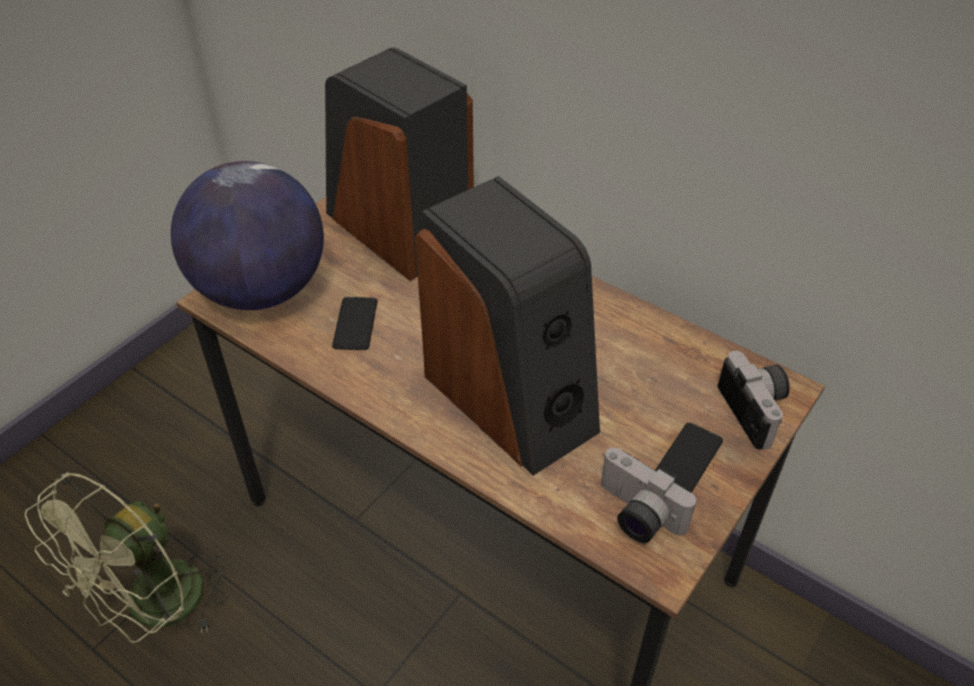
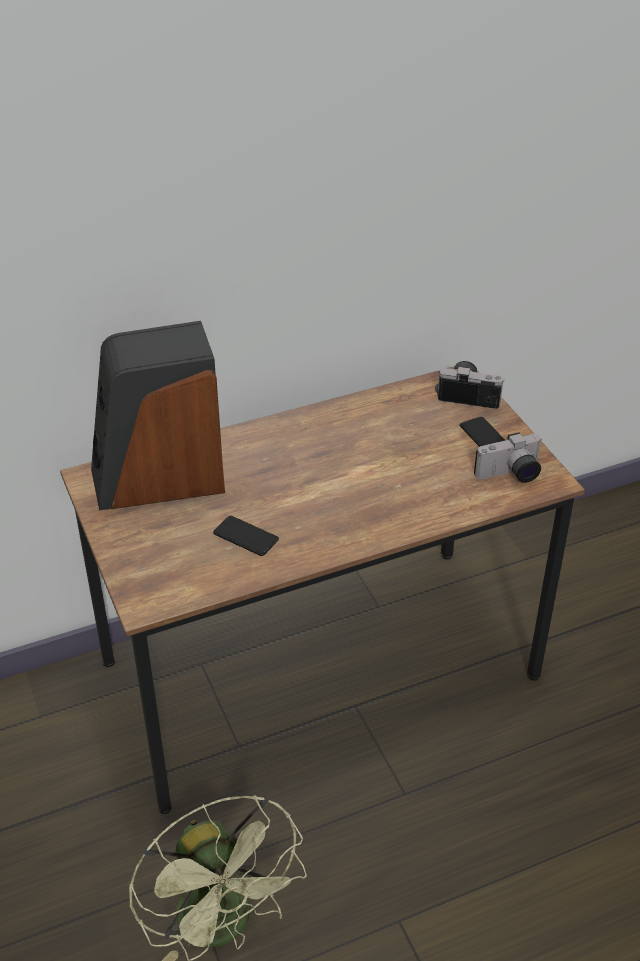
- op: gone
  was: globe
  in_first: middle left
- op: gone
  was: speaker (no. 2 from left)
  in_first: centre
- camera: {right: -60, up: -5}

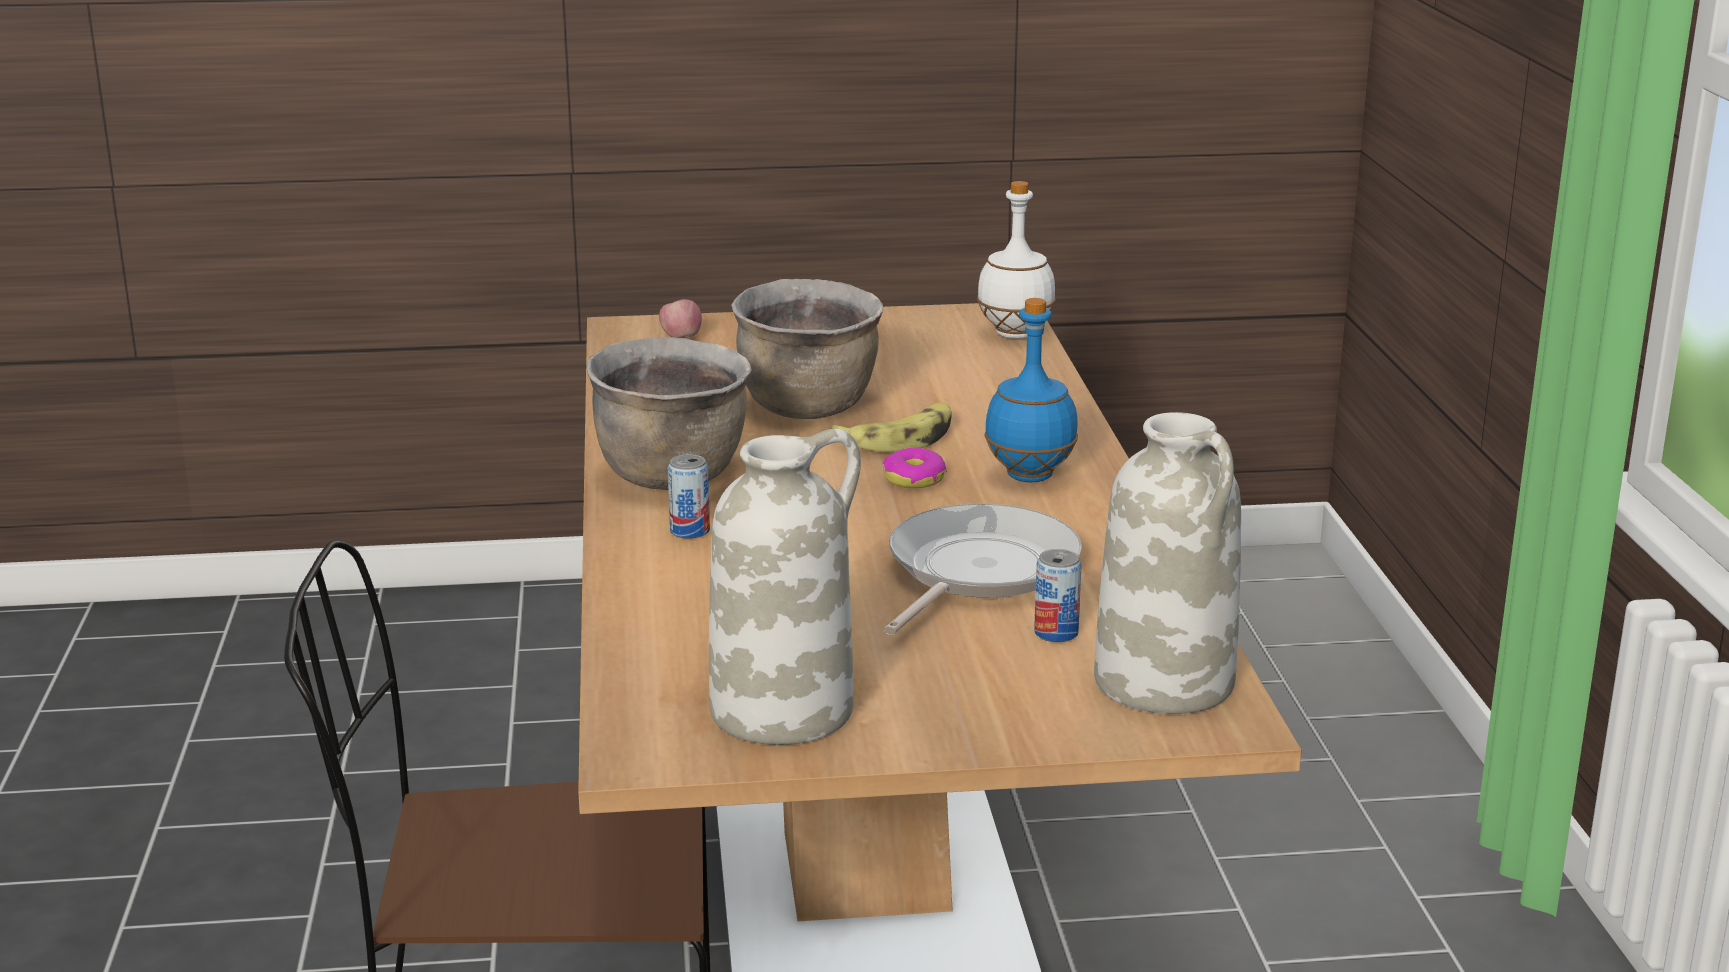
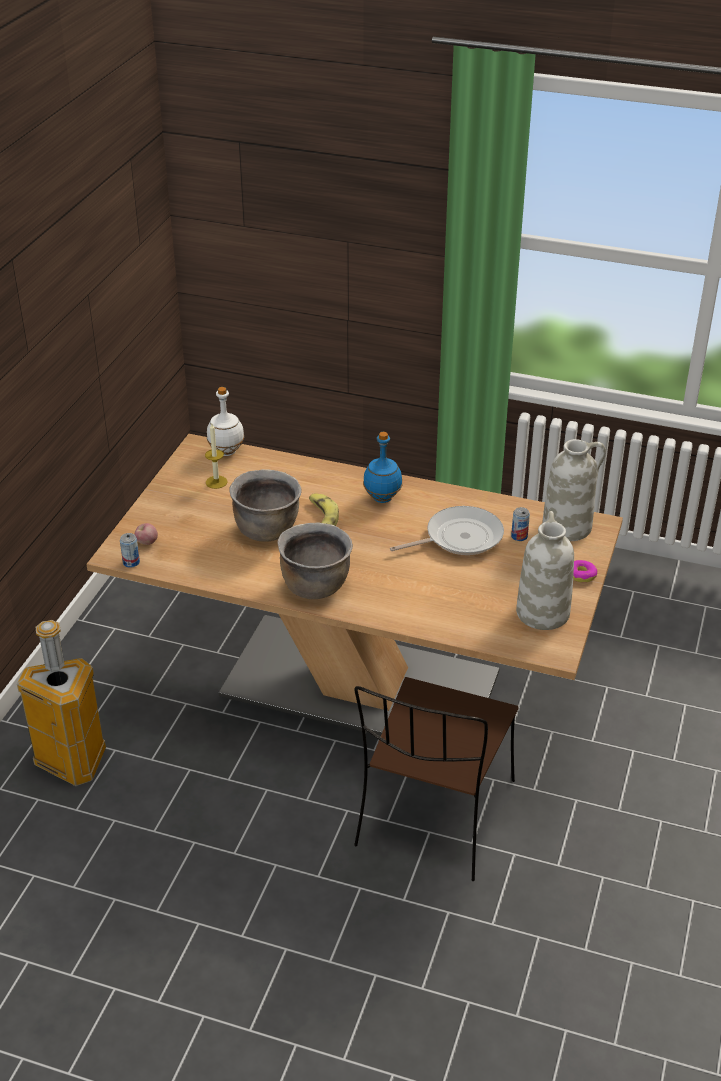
- op: shifted
  was: donut
  in_first: centre
  in_second: middle right
- op: shifted
  was: can (no. 1 from left)
  in_first: centre
  in_second: middle left
- op: rotated
  was: frying pan
  in_first: centre
  in_second: centre
  clockwise: 105
- op: new
  now: candle
  in_second: middle left
- op: new
  now: trash can
  in_second: middle left
- camera: {right: -65, up: 15}

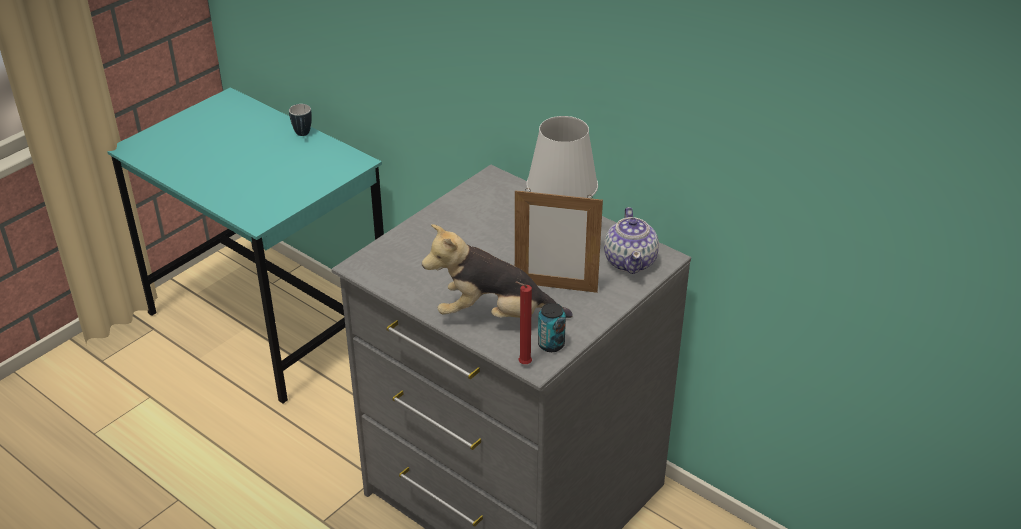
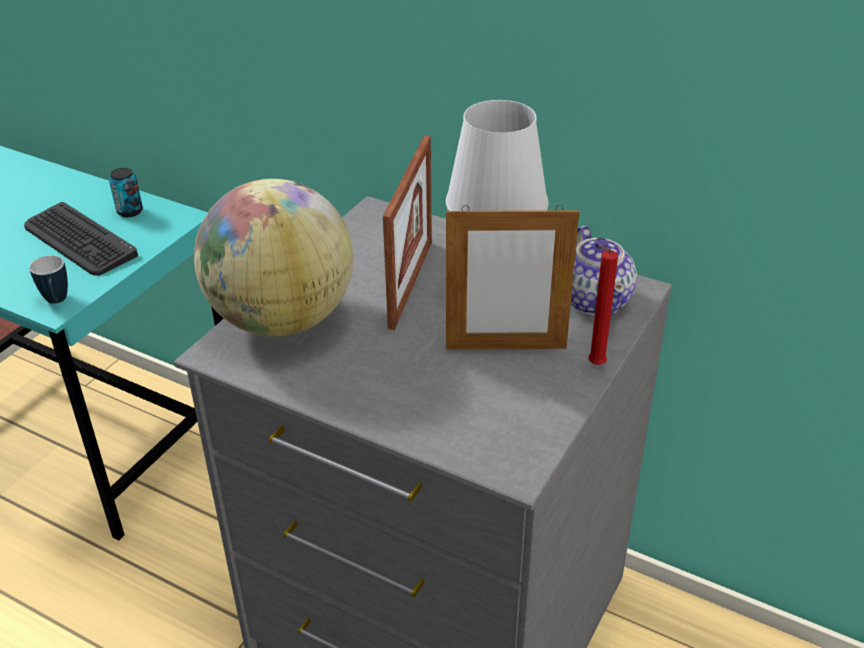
- op: shifted
  was: mug
  in_first: top left
  in_second: middle left
- op: gone
  was: plush toy
  in_first: centre
- op: shifted
  was: red candle
  in_first: centre
  in_second: middle right
- op: shifted
  was: can
  in_first: centre
  in_second: top left
- op: new
  now: picture frame (no. 1 from left)
  in_second: centre
- op: new
  now: globe
  in_second: middle left
- op: new
  now: keyboard
  in_second: middle left
- camera: {right: -10, up: 0}

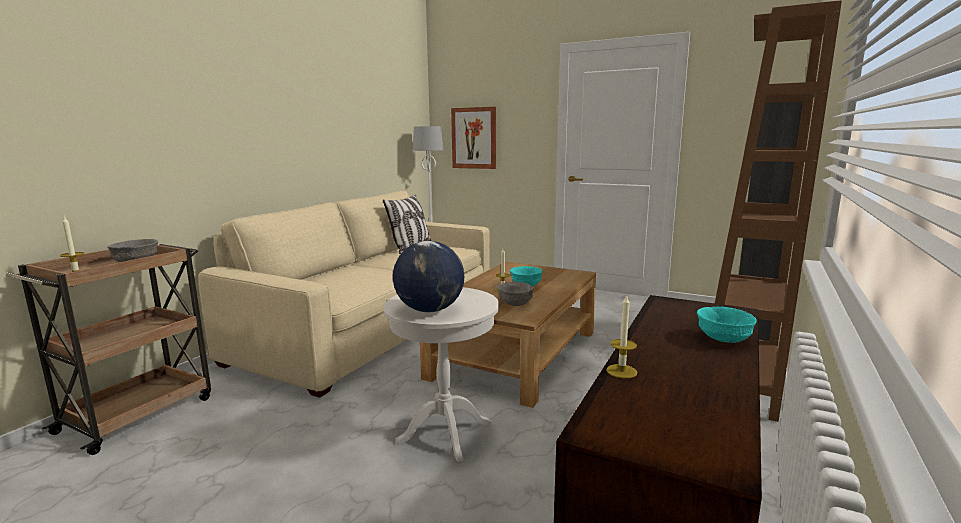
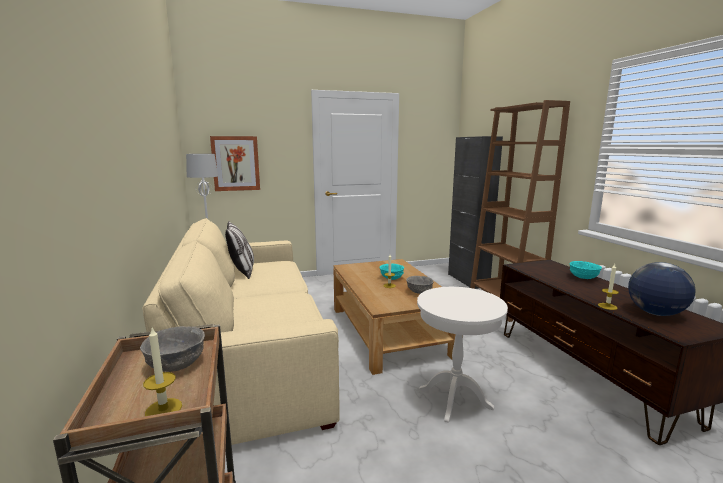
- op: shifted
  was: globe
  in_first: centre
  in_second: middle right
- camera: {right: -45, up: 0}

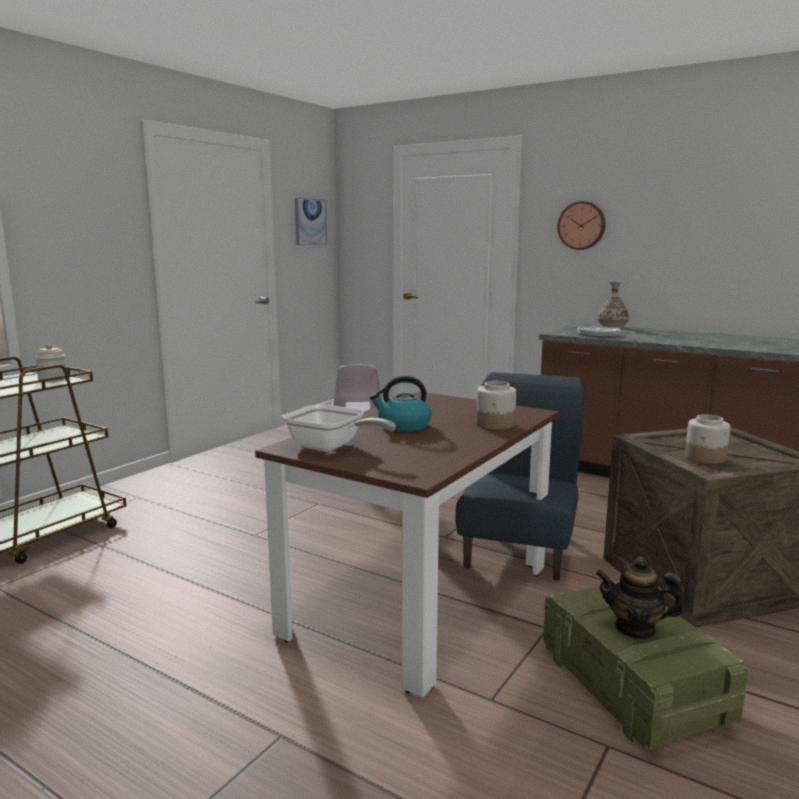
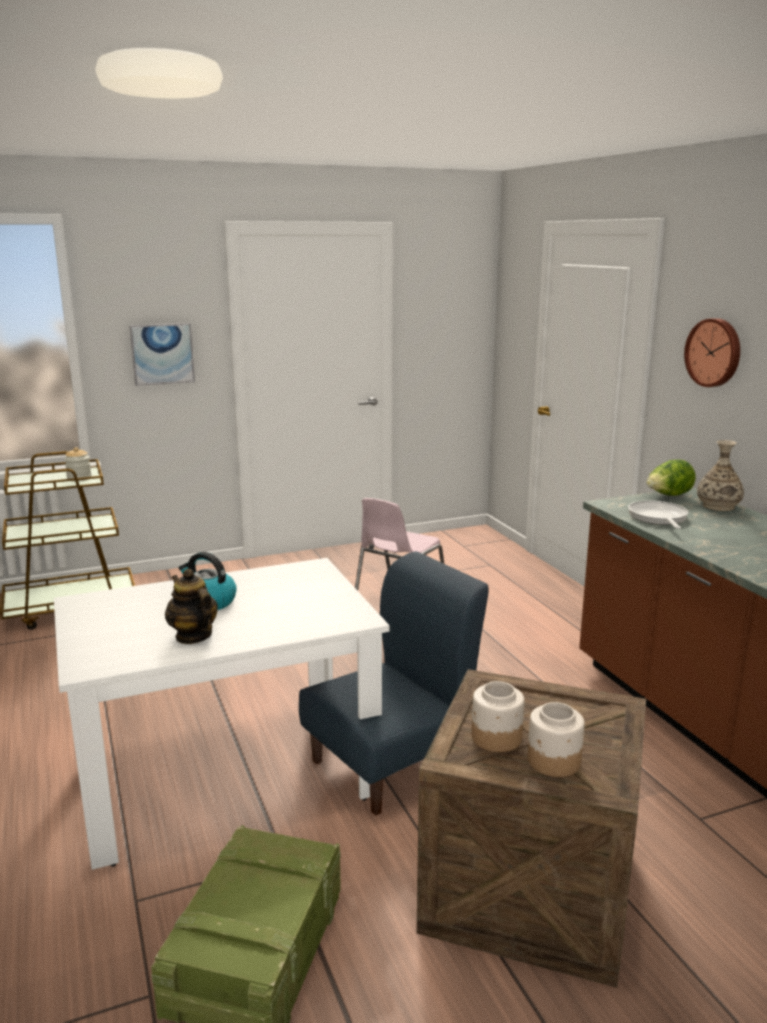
- op: shifted
  was: picture
  in_first: top centre
  in_second: middle left
- op: shifted
  was: jar (no. 2 from left in the first image)
  now: jar (no. 3 from left)
  in_first: centre
  in_second: bottom right
- op: repainted
  was: brown dining table
  now: white dining table
  in_first: bottom centre
  in_second: bottom left
- op: gone
  was: frying pan (no. 1 from left)
  in_first: centre
- op: shifted
  was: teapot
  in_first: bottom right
  in_second: middle left
- op: new
  now: lettuce
  in_second: middle right
- camera: {right: 35, up: 5}

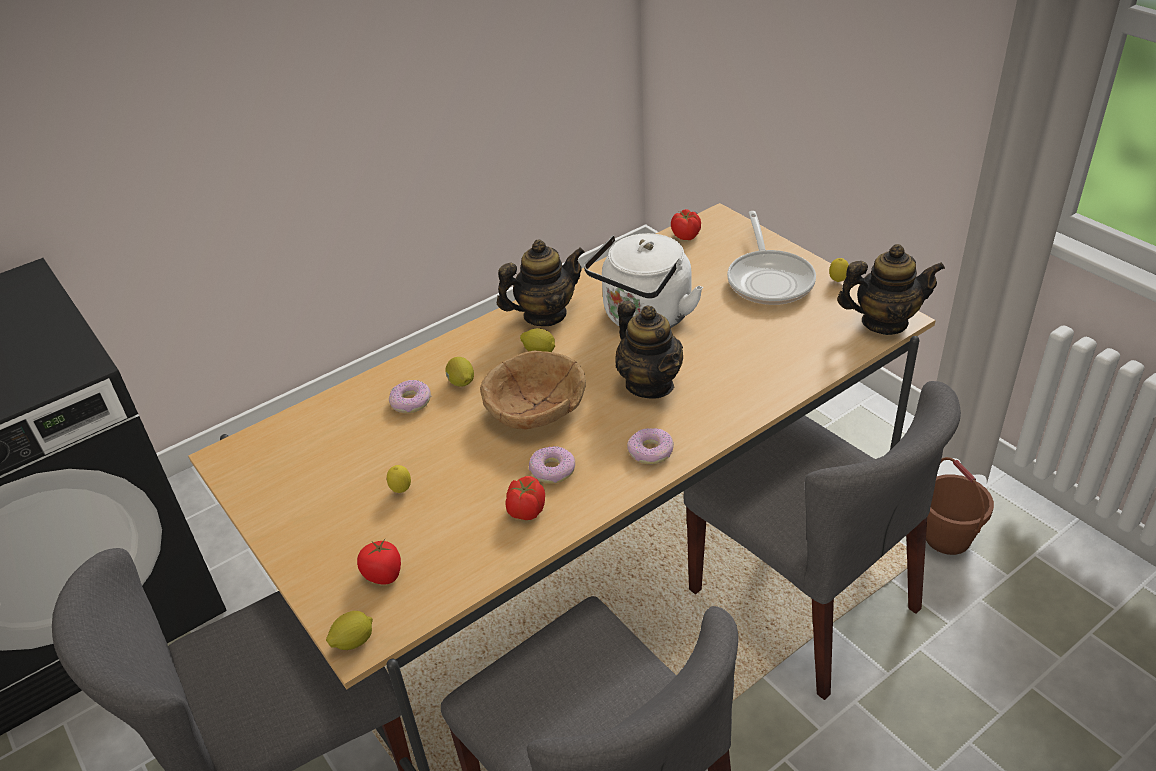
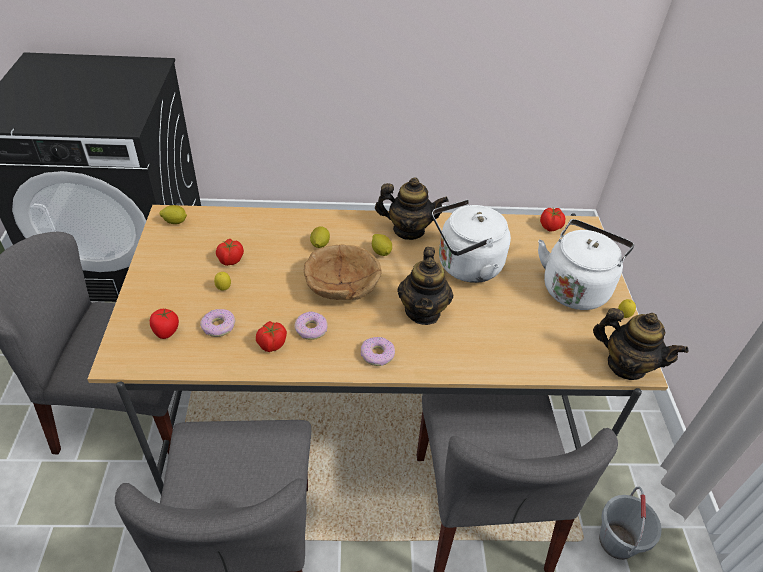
- op: swapped
  was: frying pan
  now: white kettle (no. 2 from left)
  in_first: middle right
  in_second: middle right
- op: shifted
  was: donut (no. 1 from left)
  in_first: centre
  in_second: middle left
- op: repainted
  was: brown bucket
  now: grey bucket
  in_first: middle right
  in_second: bottom right
- op: shifted
  was: lemon (no. 1 from left)
  in_first: bottom left
  in_second: middle left
- op: new
  now: tomato (no. 2 from left)
  in_second: middle left
- camera: {right: 30, up: 5}

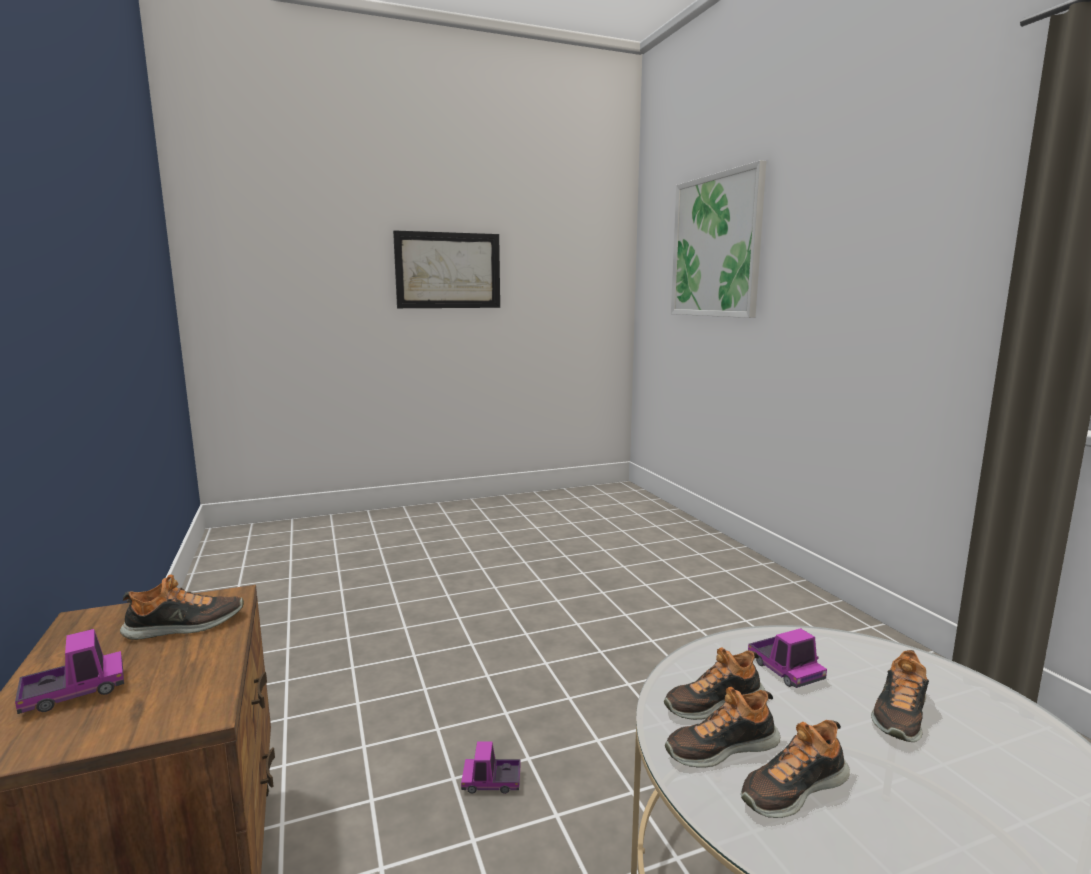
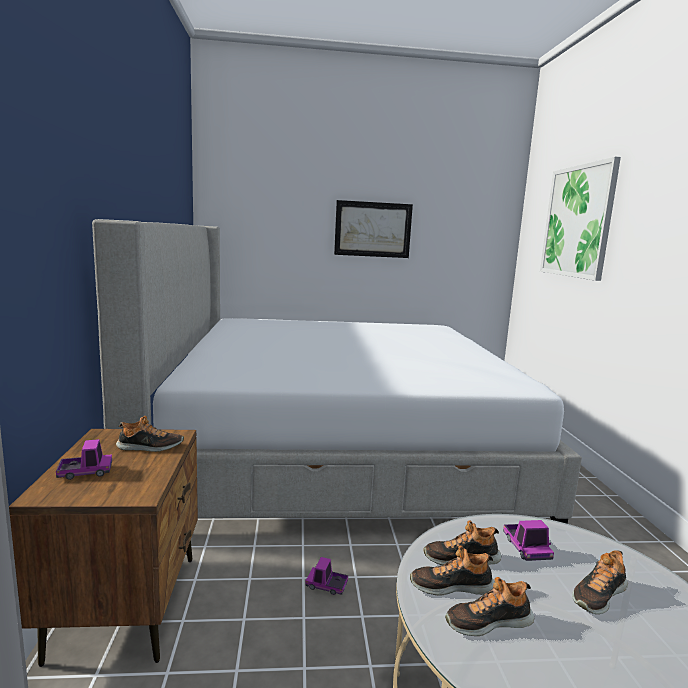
- op: new
  now: bed
  in_second: centre
- camera: {right: 15, up: 0}

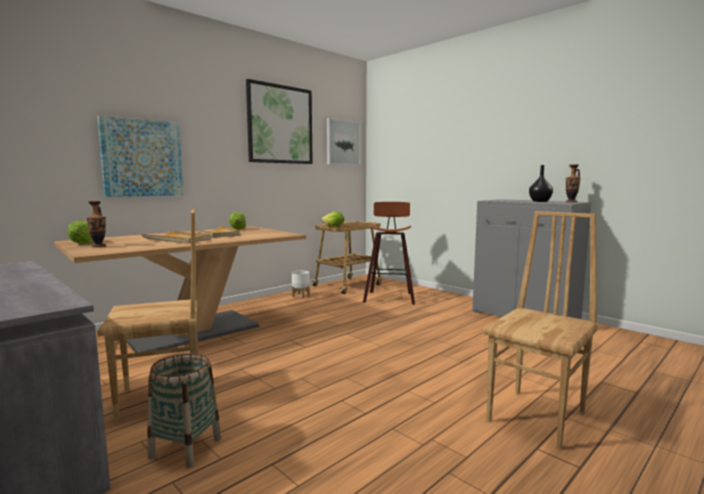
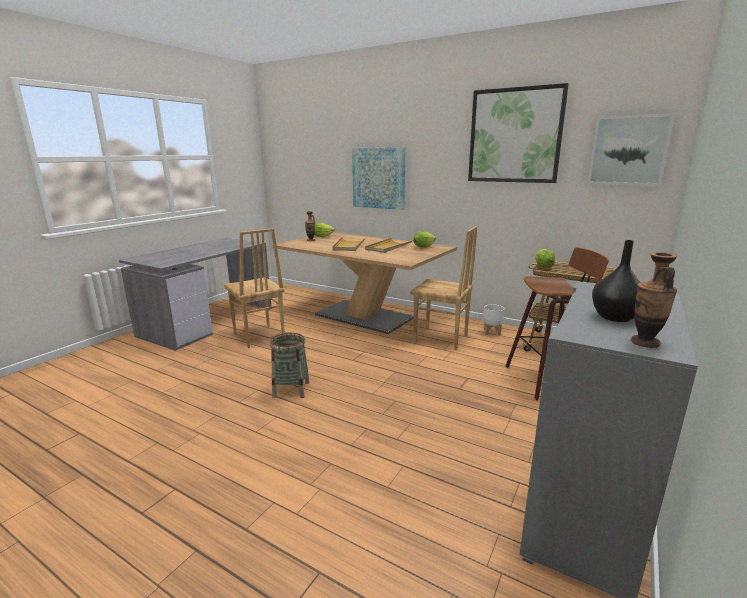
- op: shifted
  was: brown chair (no. 2 from left)
  in_first: bottom right
  in_second: centre
- op: shifted
  was: basket
  in_first: bottom left
  in_second: centre
- camera: {right: 75, up: 10}

